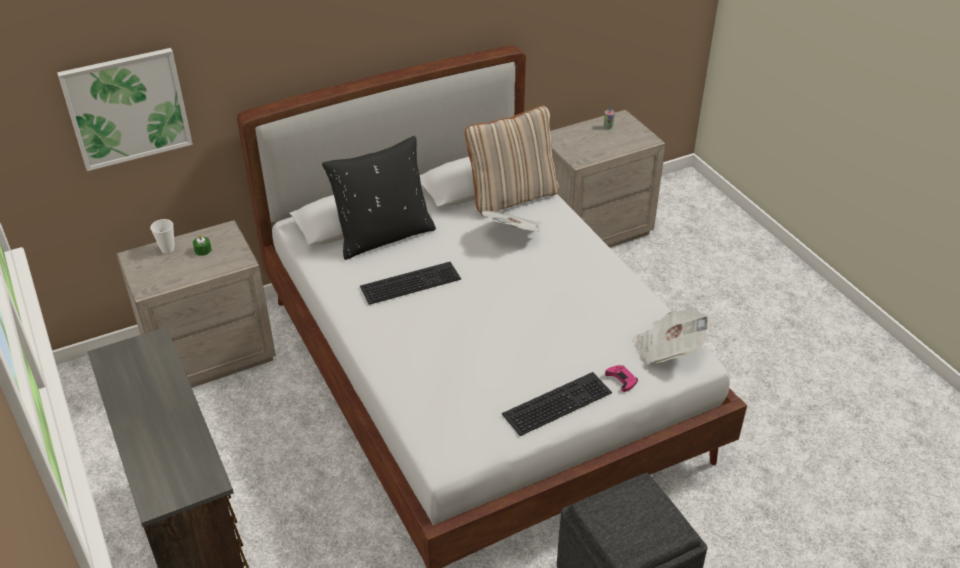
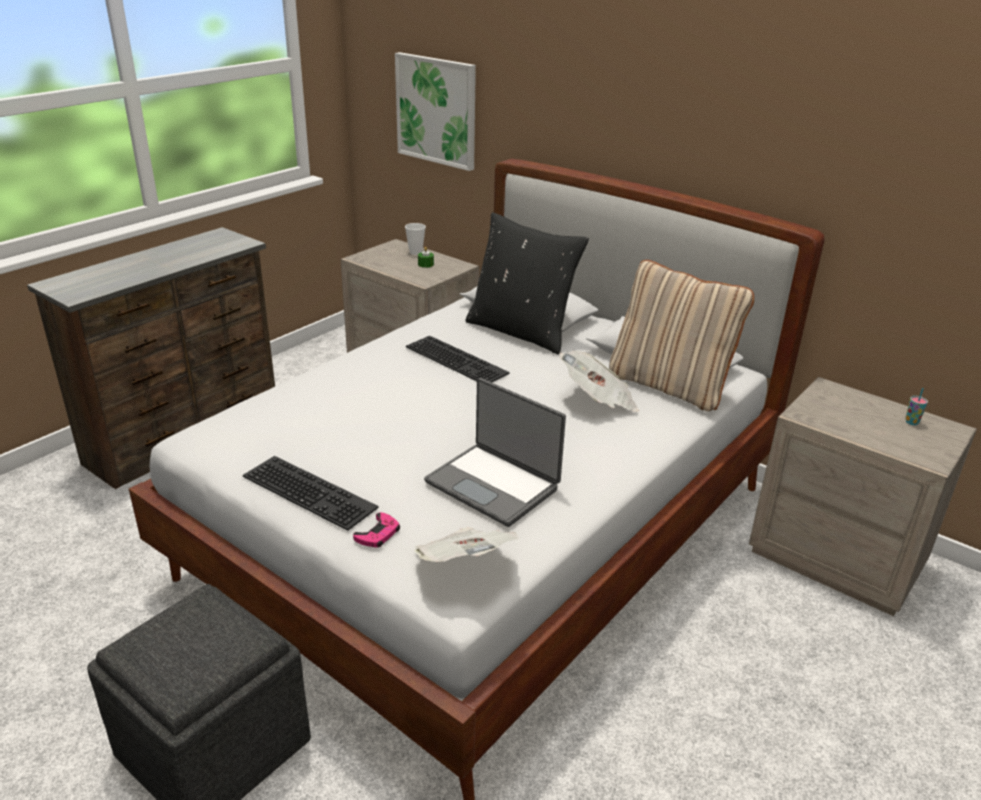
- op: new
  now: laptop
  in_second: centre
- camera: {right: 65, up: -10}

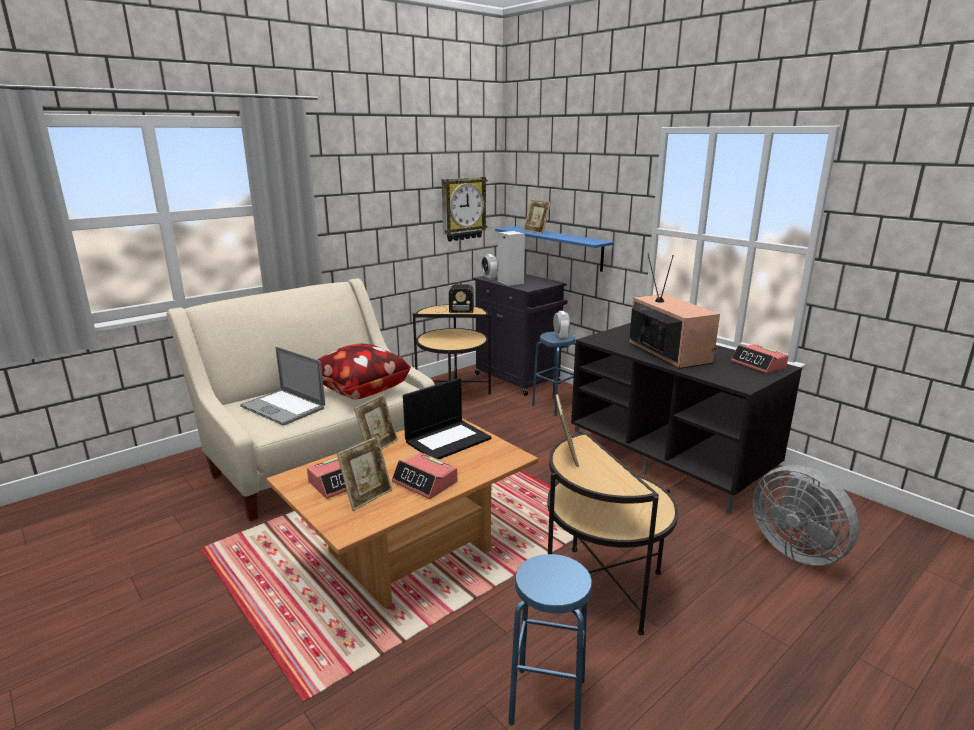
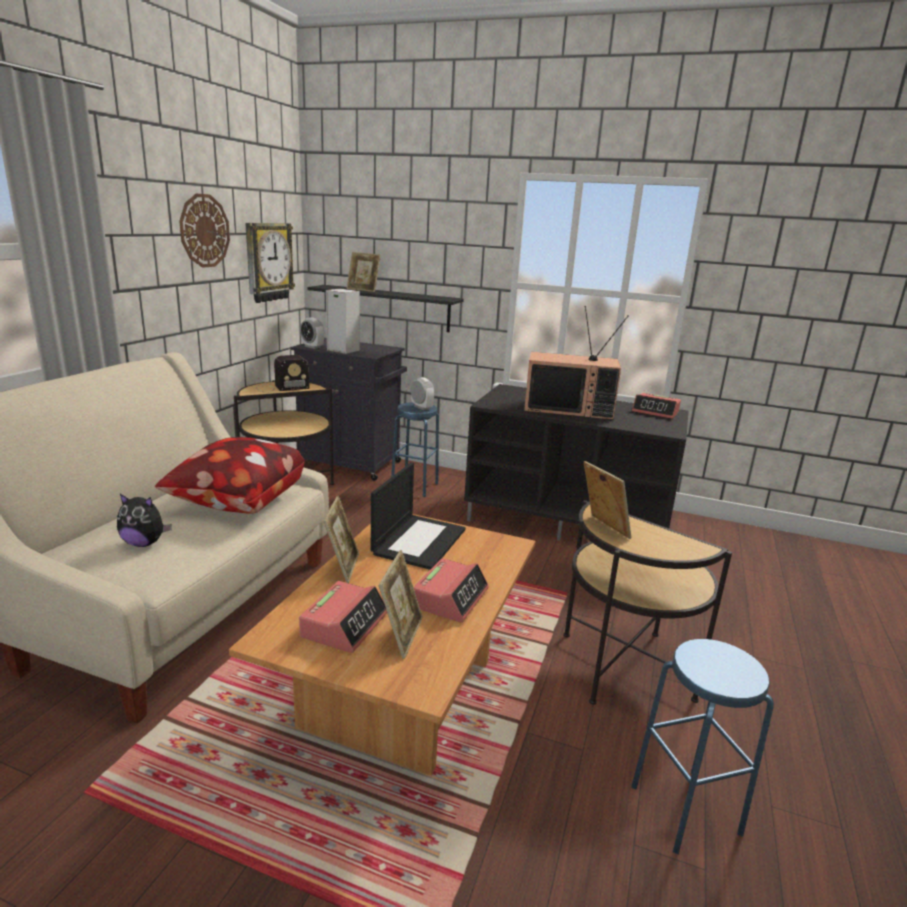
- op: repainted
  was: blue shelf
  now: black shelf
  in_first: centre
  in_second: centre
- op: rotated
  was: television
  in_first: middle right
  in_second: centre
  clockwise: 150
- op: swapped
  was: laptop (no. 1 from left)
  now: plush toy
  in_first: middle left
  in_second: middle left
- op: rotated
  was: alarm clock (no. 2 from left in the first image)
  in_first: centre
  in_second: centre
  clockwise: -75
- op: gone
  was: grey fan
  in_first: bottom right
- op: new
  now: wall clock (no. 1 from left)
  in_second: top left
- camera: {right: -30, up: 0}

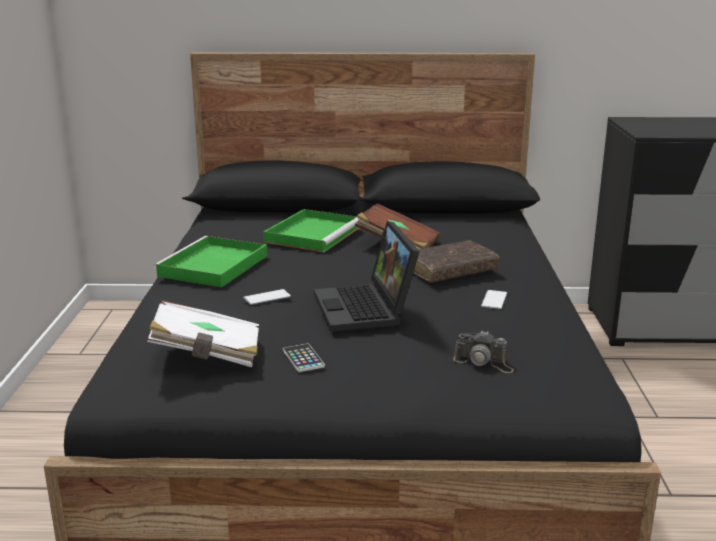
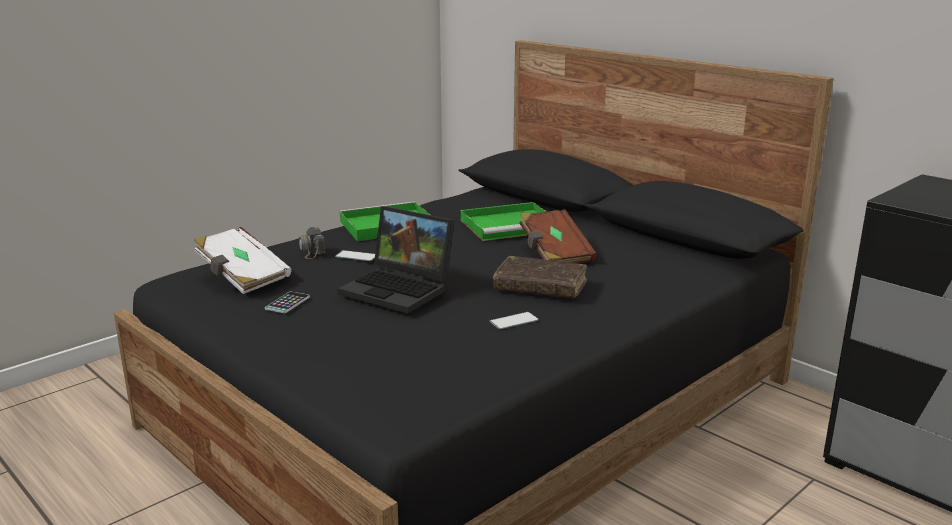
- op: rotated
  was: laptop
  in_first: centre
  in_second: centre
  clockwise: -90
- op: shifted
  was: photo camera
  in_first: middle right
  in_second: middle left
- camera: {right: 45, up: 0}

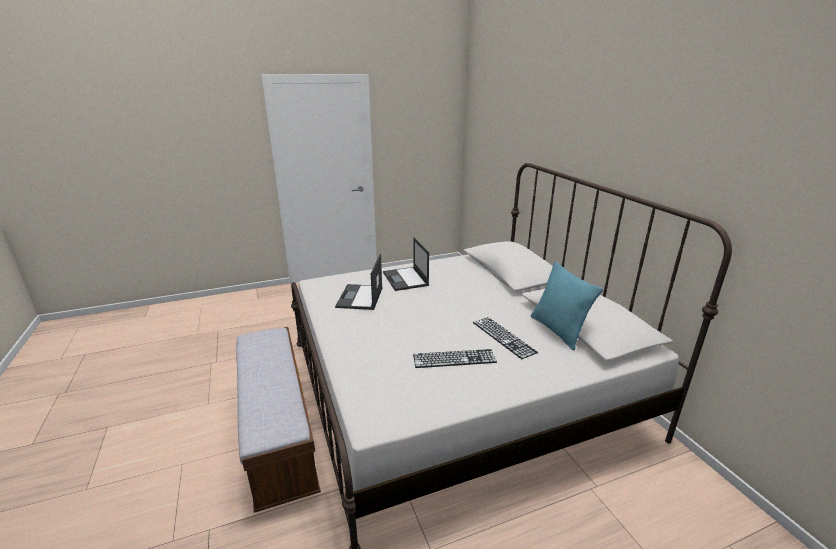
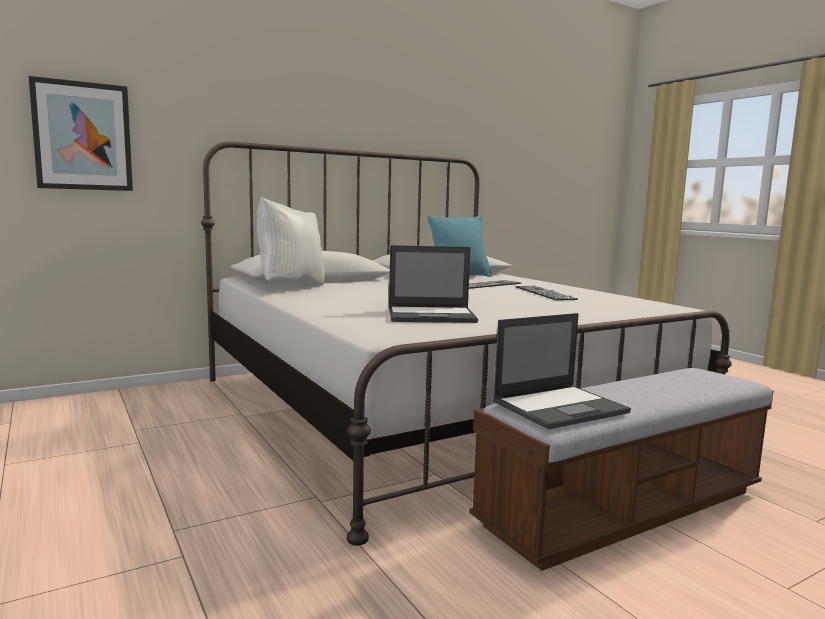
- op: shifted
  was: laptop (no. 2 from left)
  in_first: centre
  in_second: middle right
- op: new
  now: picture
  in_second: top left
- op: new
  now: white pillow
  in_second: centre
- camera: {right: -100, up: -15}

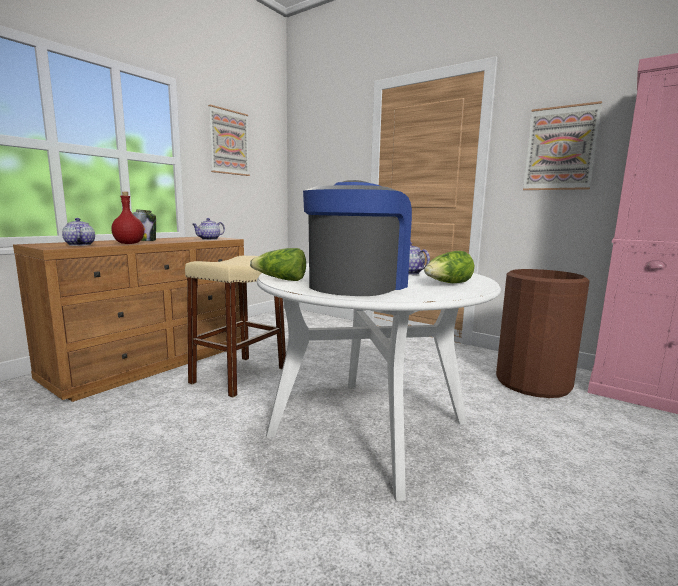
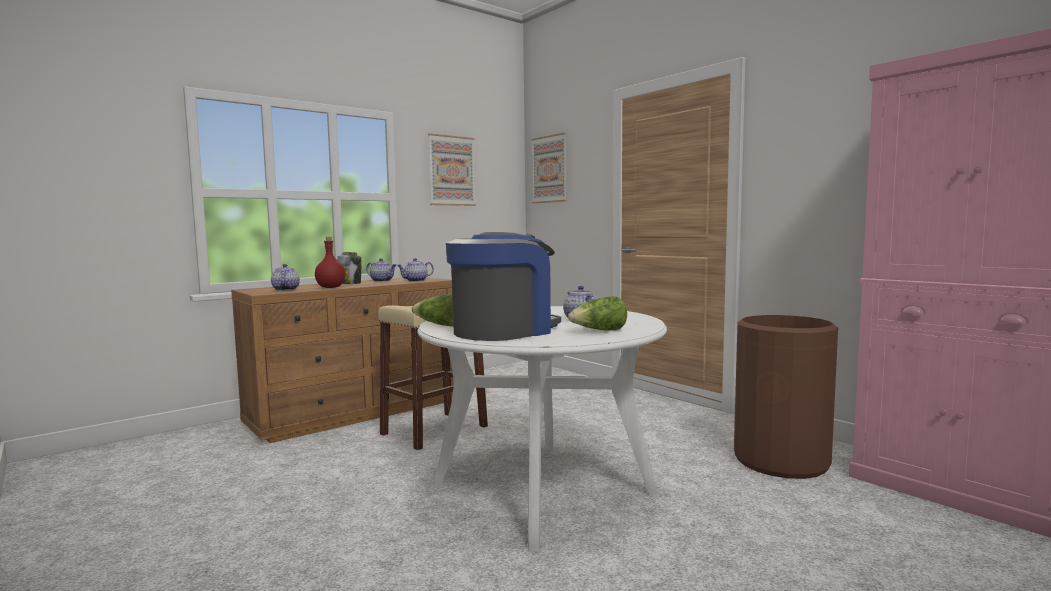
- op: shifted
  was: picture (no. 2 from left)
  in_first: top right
  in_second: top centre
- op: new
  now: teapot (no. 2 from left)
  in_second: centre
- camera: {right: 15, up: -5}

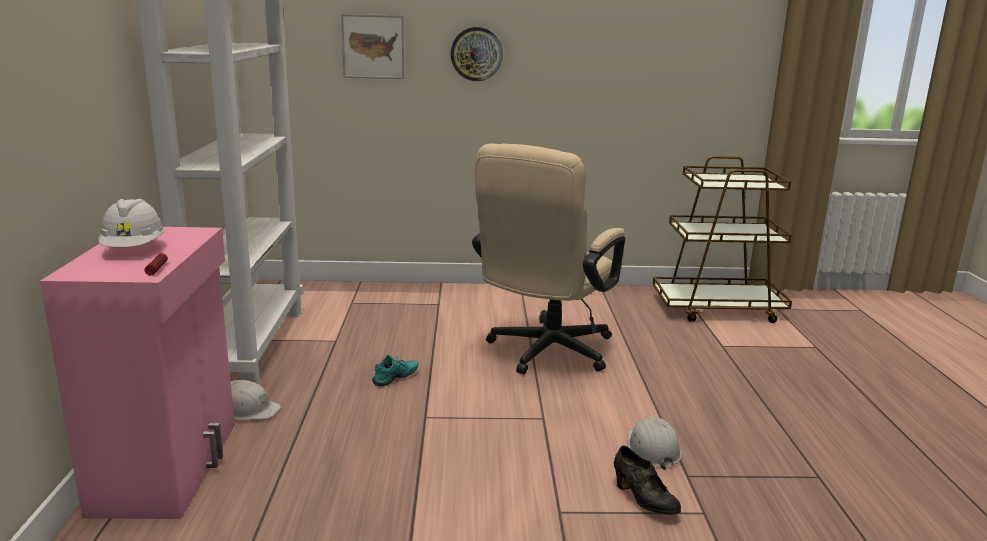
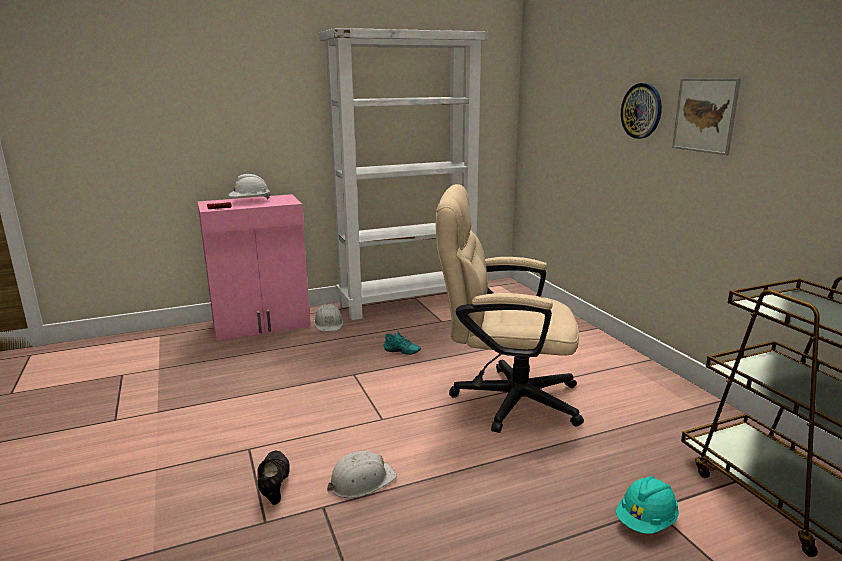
- op: shifted
  was: picture
  in_first: top centre
  in_second: top right
- op: rotated
  was: black shoe
  in_first: bottom centre
  in_second: bottom left
  clockwise: 135
- op: new
  now: turquoise hard hat
  in_second: bottom right
- camera: {right: 70, up: 0}

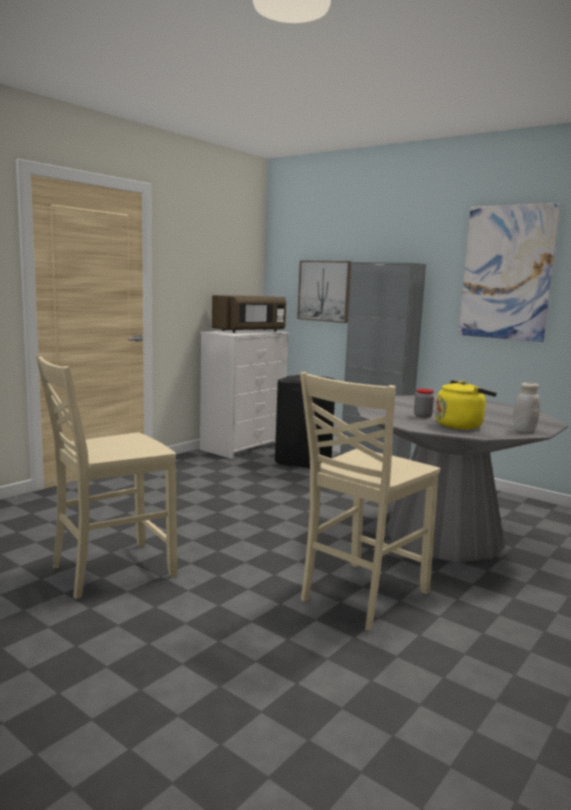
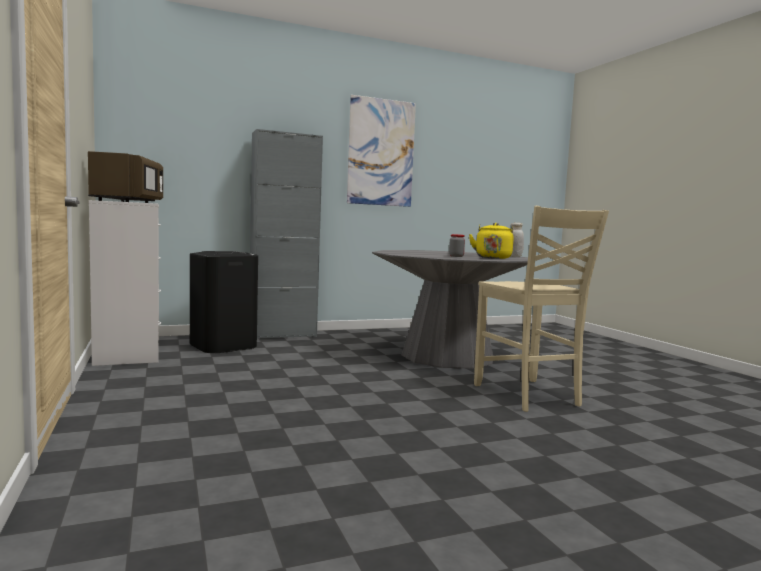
- op: gone
  was: picture (no. 1 from left)
  in_first: centre
- op: gone
  was: beige chair (no. 1 from left)
  in_first: middle left
- camera: {right: -60, up: -5}

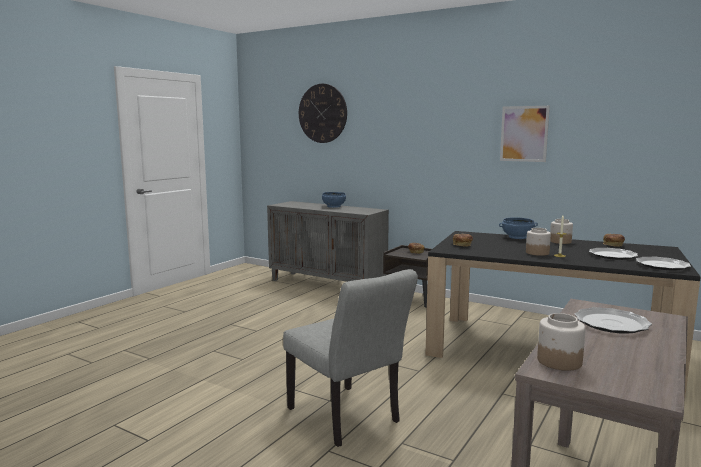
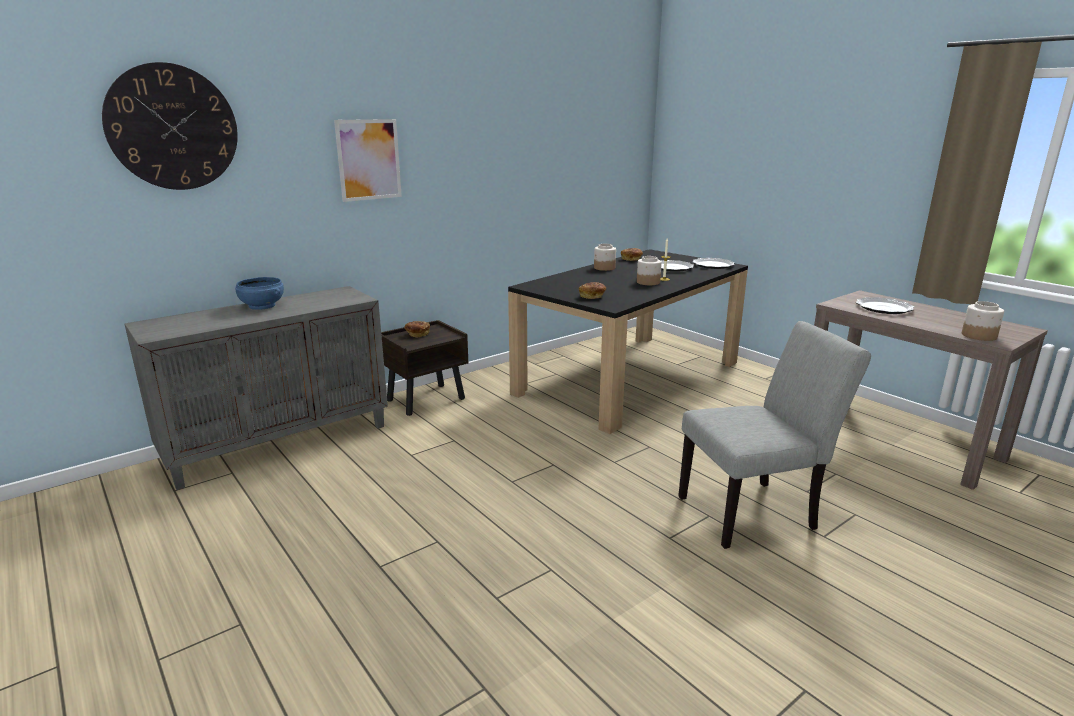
- op: shifted
  was: picture
  in_first: top right
  in_second: top centre
- op: gone
  was: blue bowl (no. 2 from left)
  in_first: middle right
- camera: {right: -70, up: 10}

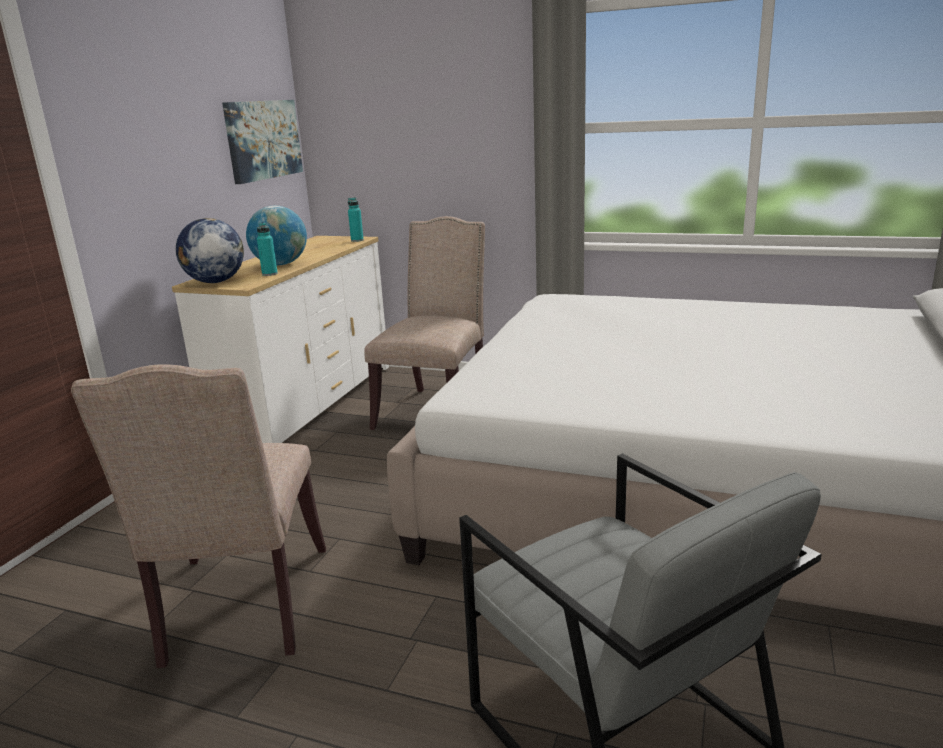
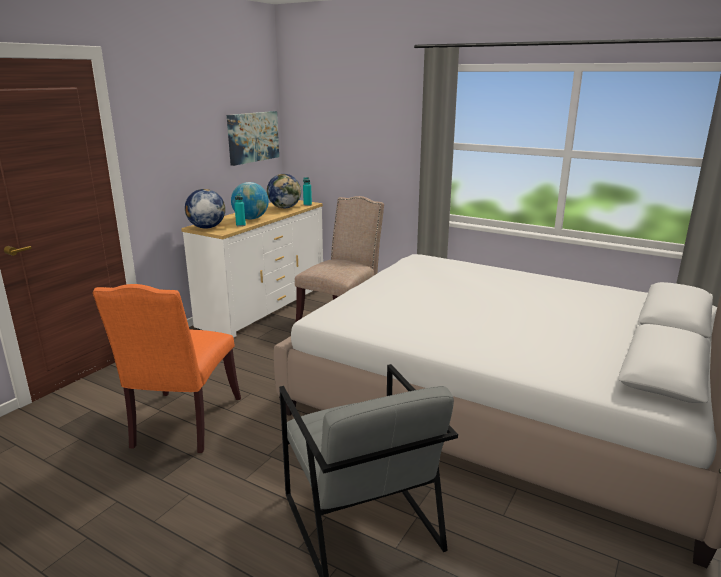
- op: repainted
  was: beige chair (no. 1 from left)
  now: orange chair
  in_first: bottom left
  in_second: middle left
- op: new
  now: globe (no. 3 from left)
  in_second: top centre
- camera: {right: 10, up: 0}

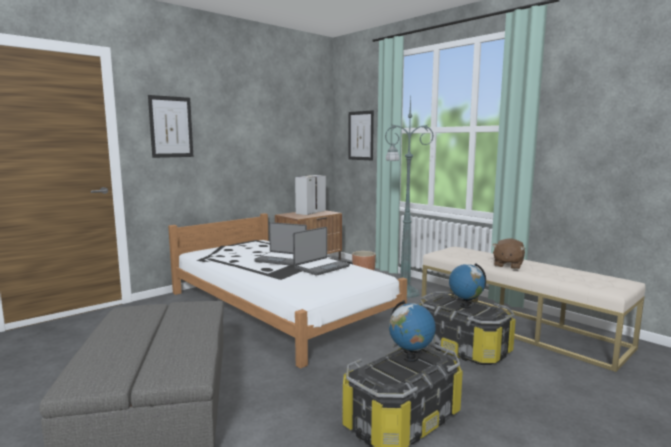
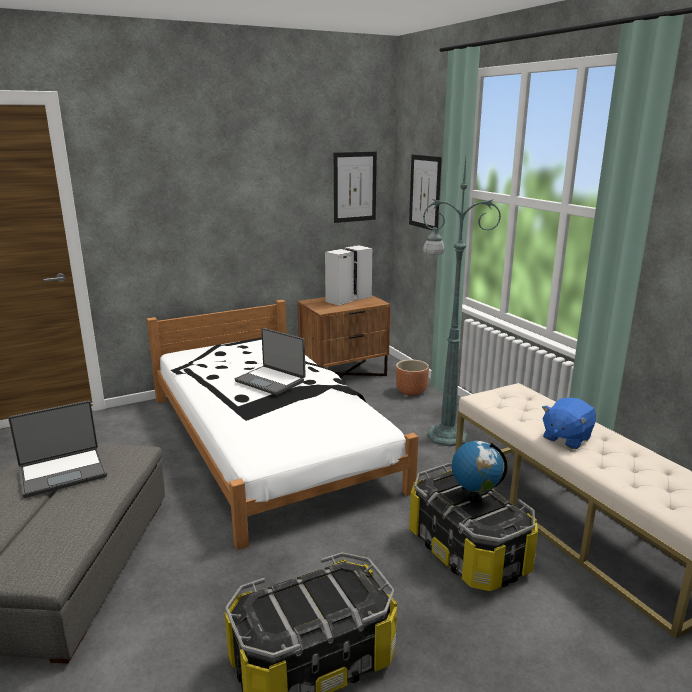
- op: shifted
  was: picture (no. 1 from left)
  in_first: top left
  in_second: top centre
- op: shifted
  was: laptop (no. 2 from left in the first image)
  now: laptop (no. 1 from left)
  in_first: centre
  in_second: middle left
- op: repainted
  was: brown plush toy
  now: blue plush toy
  in_first: middle right
  in_second: middle right
- op: gone
  was: globe (no. 1 from left)
  in_first: bottom centre
- camera: {right: 15, up: 10}

